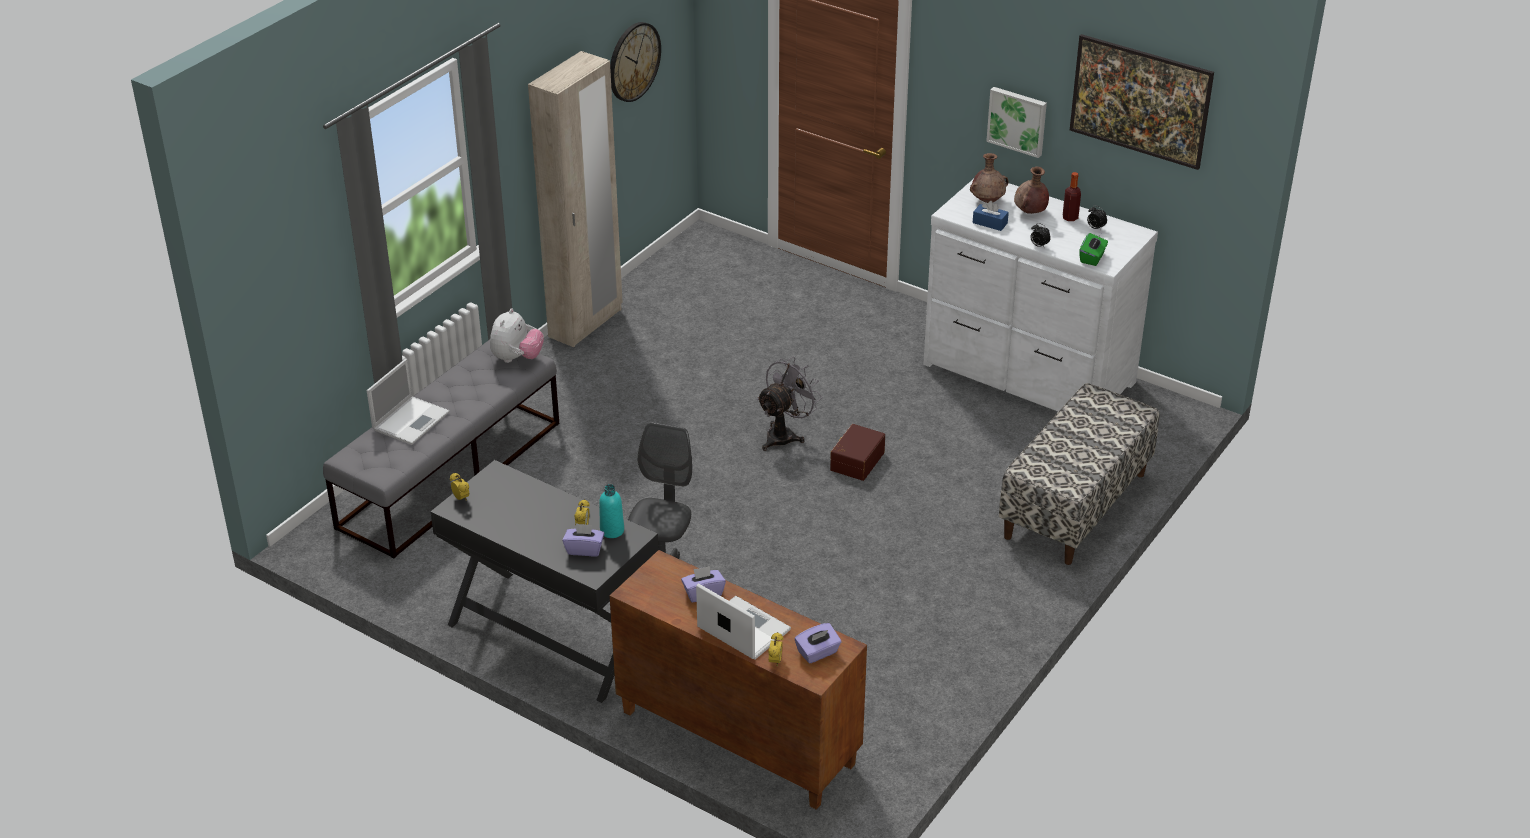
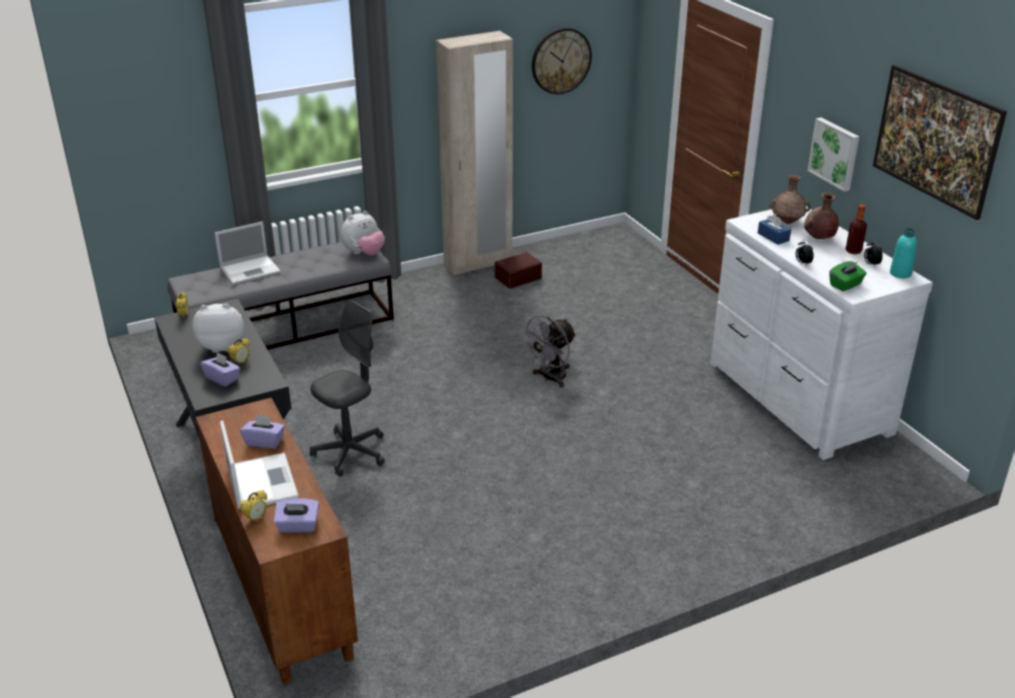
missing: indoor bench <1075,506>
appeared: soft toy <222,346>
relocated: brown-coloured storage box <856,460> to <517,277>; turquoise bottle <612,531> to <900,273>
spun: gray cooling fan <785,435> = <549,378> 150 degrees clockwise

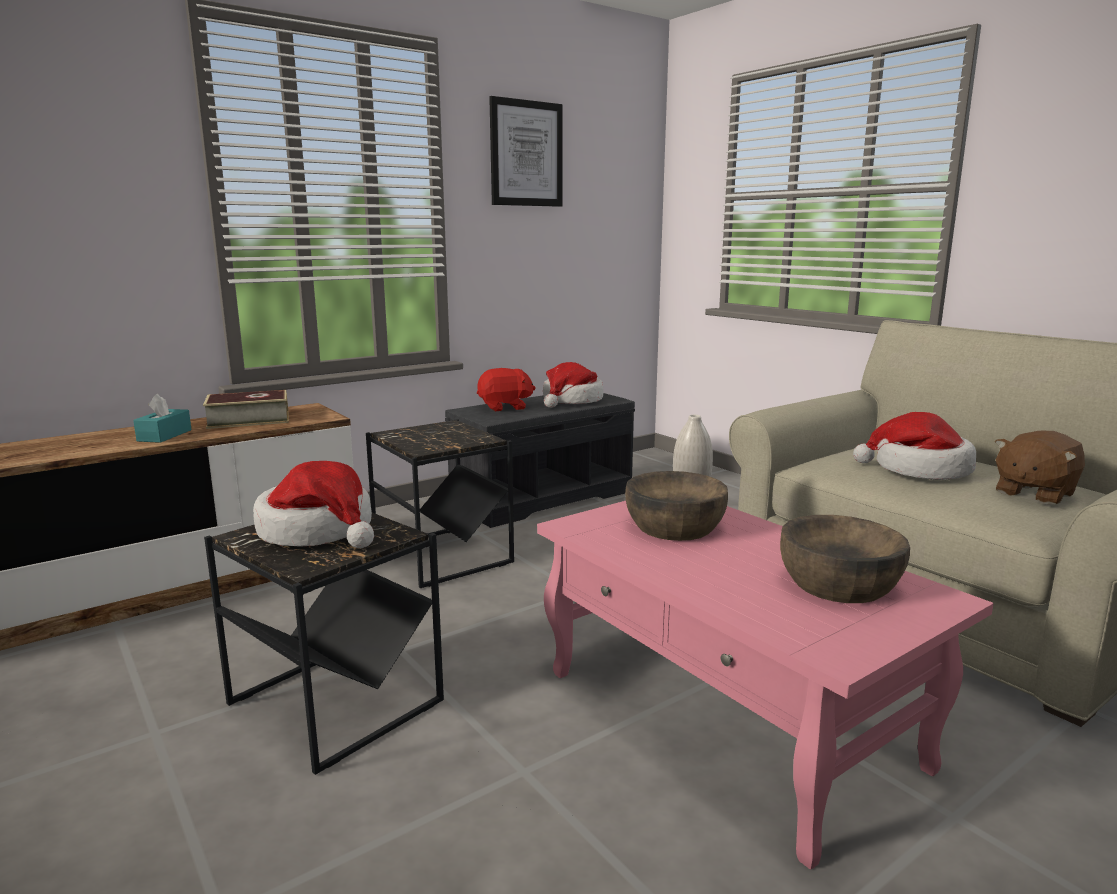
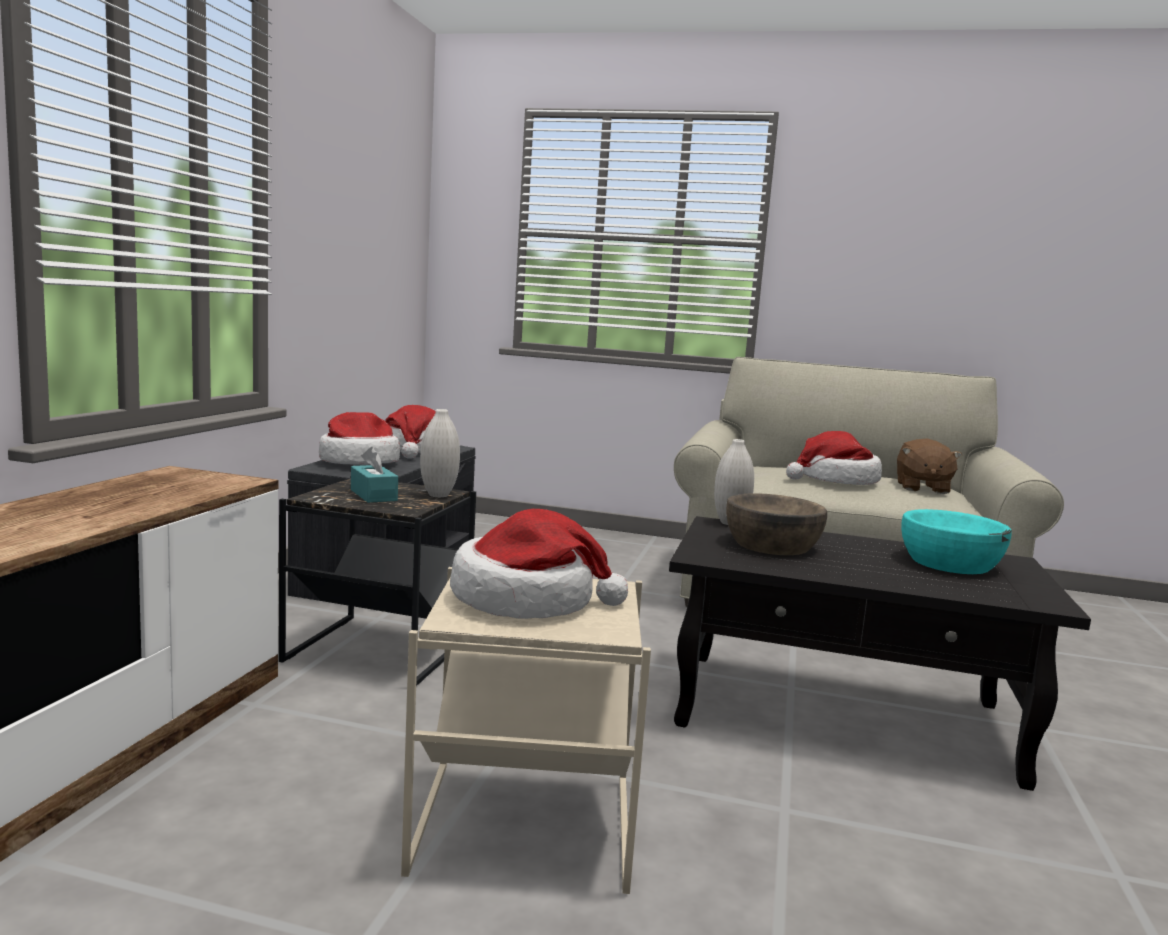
missing: wall picture <526,154>; volume <249,419>
appeared: whitish flower vase <438,495>
relocated: turquoise box of tissues <164,435> to <373,495>
exchanged: red soft toy <505,407> to wearable hat <358,461>
colour: pink low table <729,719> to black low table <845,715>; black side table <336,702> to sand-coloured side table <522,824>; brown-coloured deep dish <839,583> to turquoise deep dish <950,563>

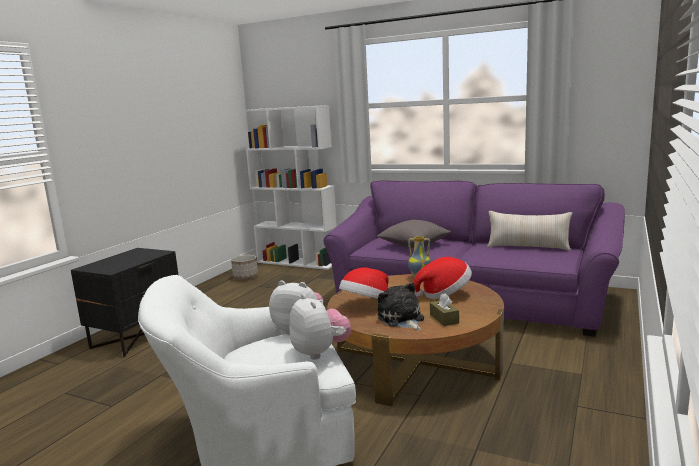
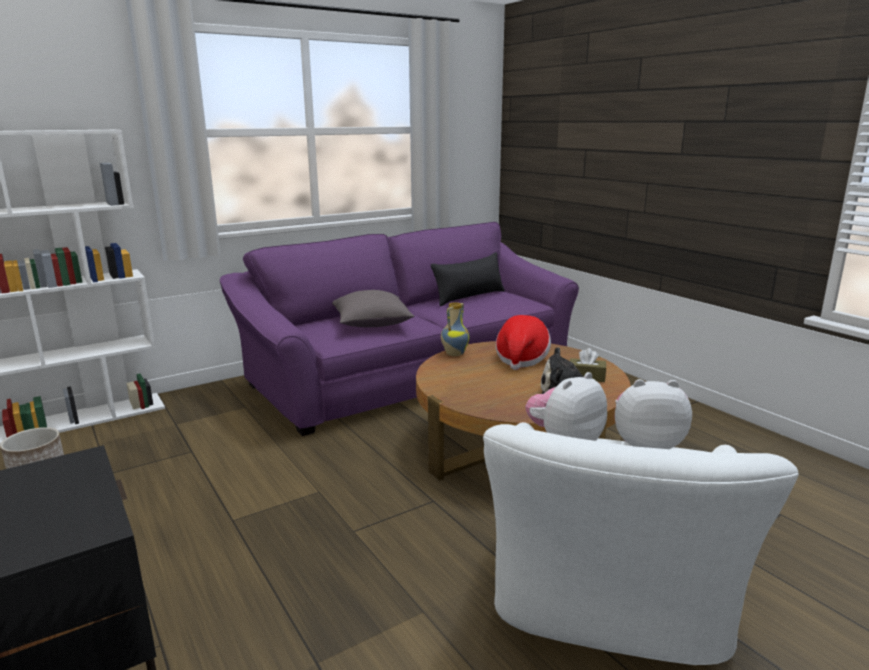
missing: wearable hat <366,305>
colour: sand-coloured pillow <528,247> to black pillow <469,297>

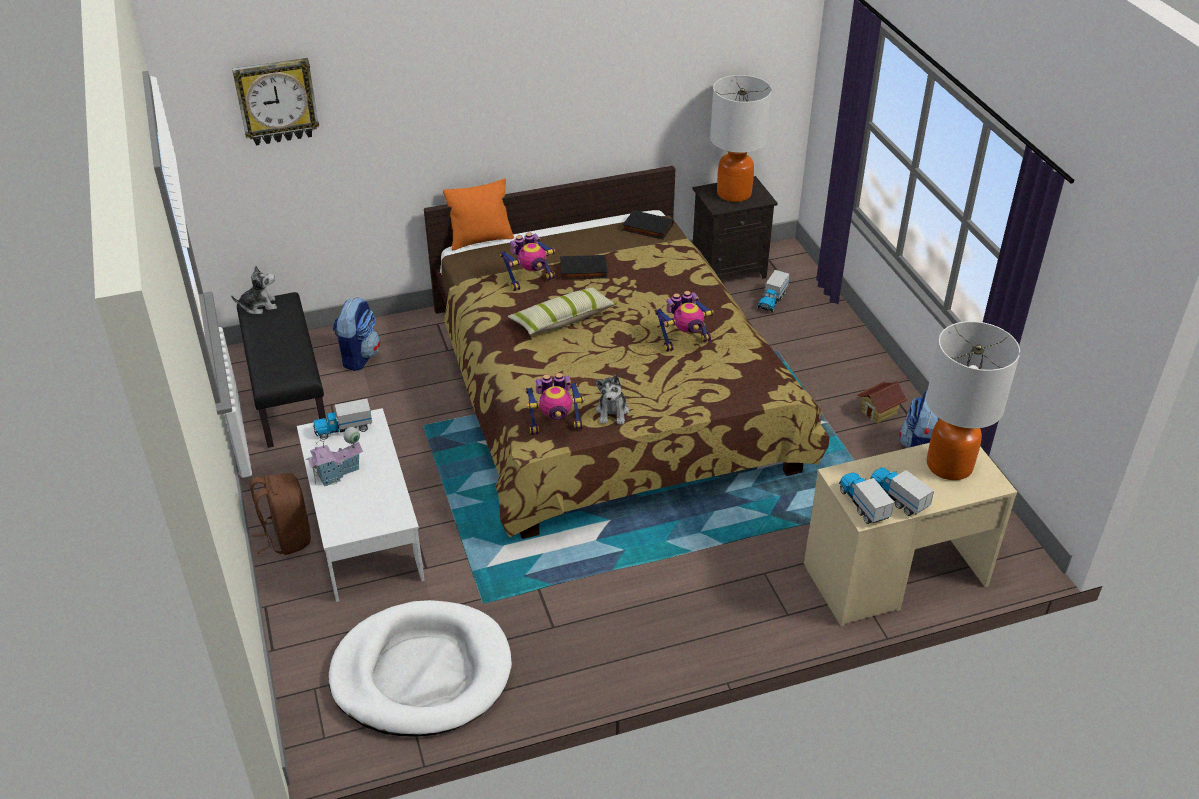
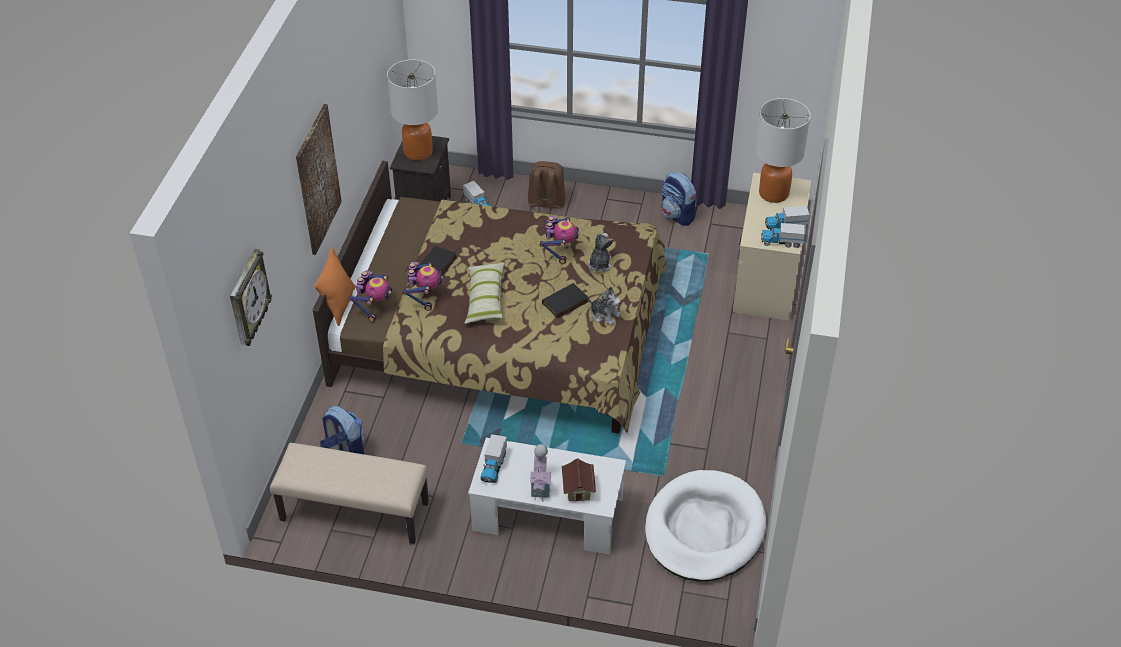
appeared: wall picture <317,180>
relocated: black volume <647,228> to <566,303>; soft toy <259,306> to <599,264>; model robot <555,425> to <374,307>; toy house <879,412> to <578,490>; brown-coloured backpack <286,537> to <546,204>
colour: black indoor bench <286,393> to sand-coloured indoor bench <354,512>

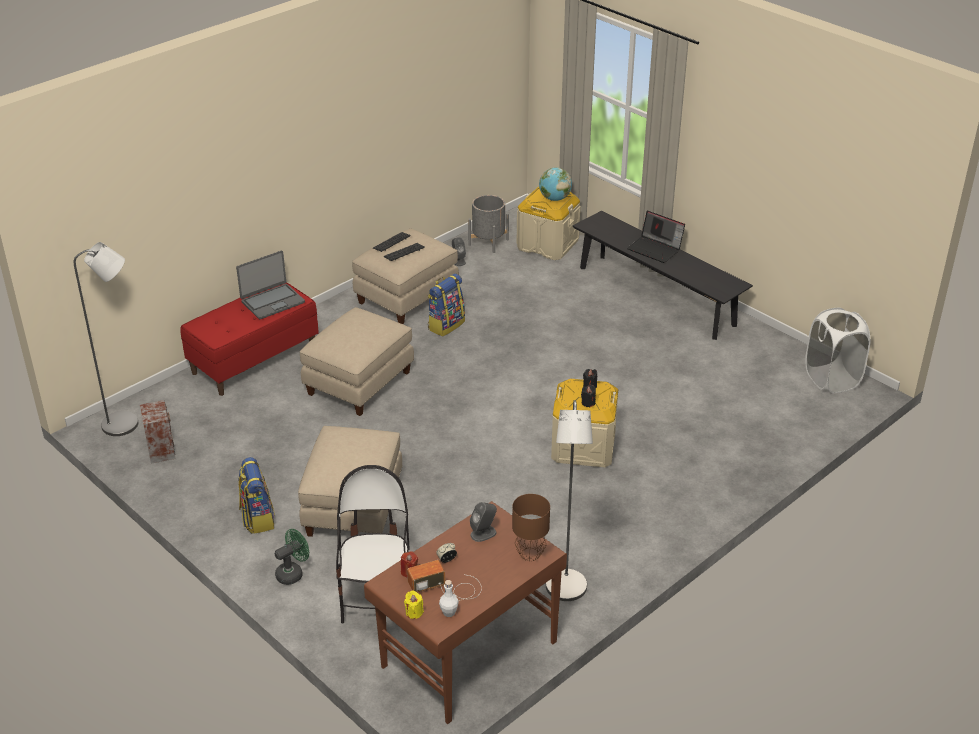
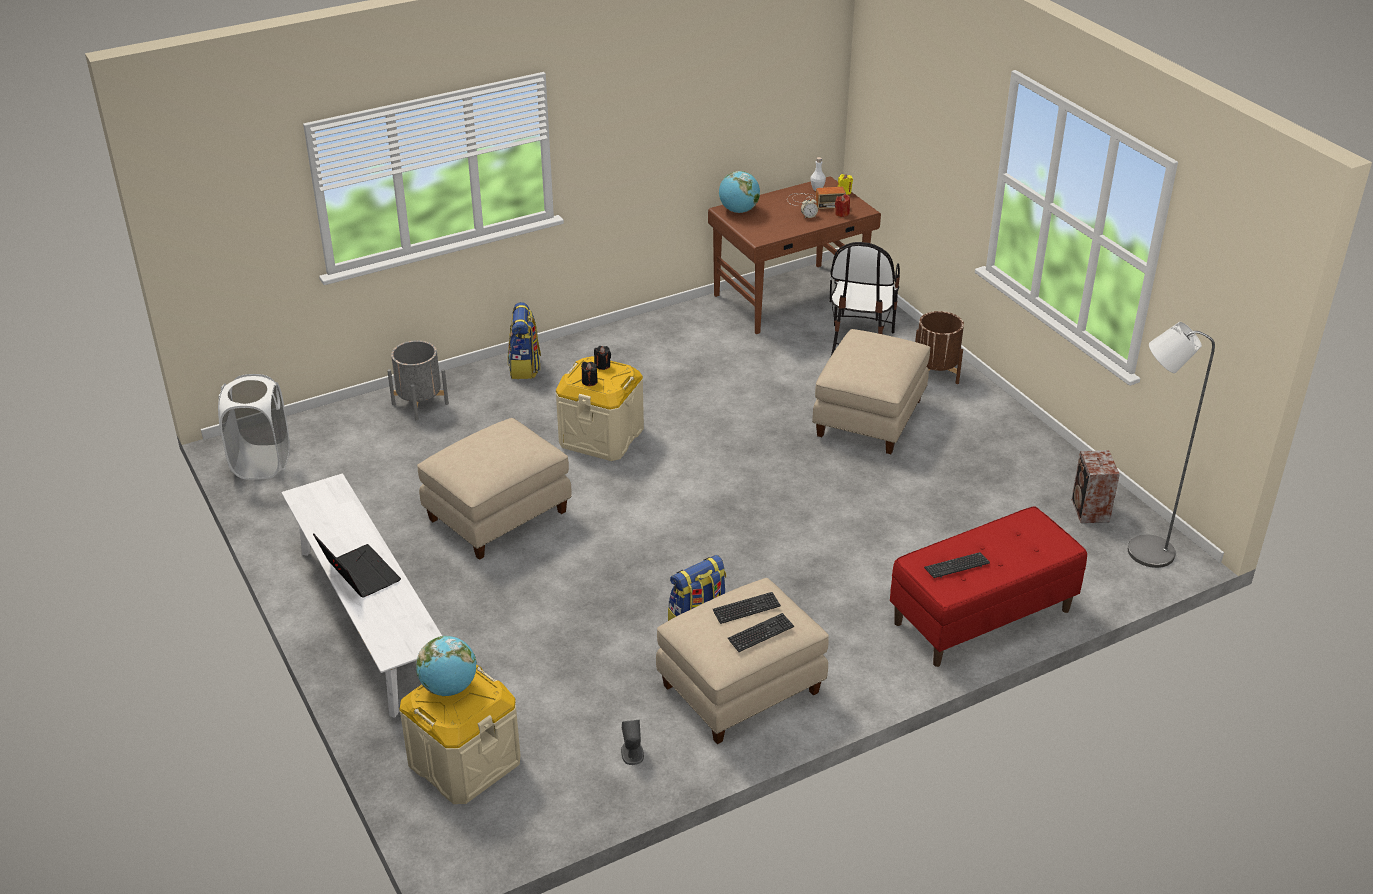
missing: gray floor lamp <566,592>; gray speaker <483,533>
relocated: gray flower pot <488,242> to <420,404>; sand-coloured pouffe <358,382> to <498,516>; backpack <257,518> to <525,367>
exchanged: portable computer <272,302> to computer keyboard <956,566>; brown-coloured tabletop lamp <530,554> to desk globe <738,211>; green cooling fan <293,573> to brown-coloured flower pot <935,373>
colour: black indoor bench <656,296> to whitish indoor bench <369,621>

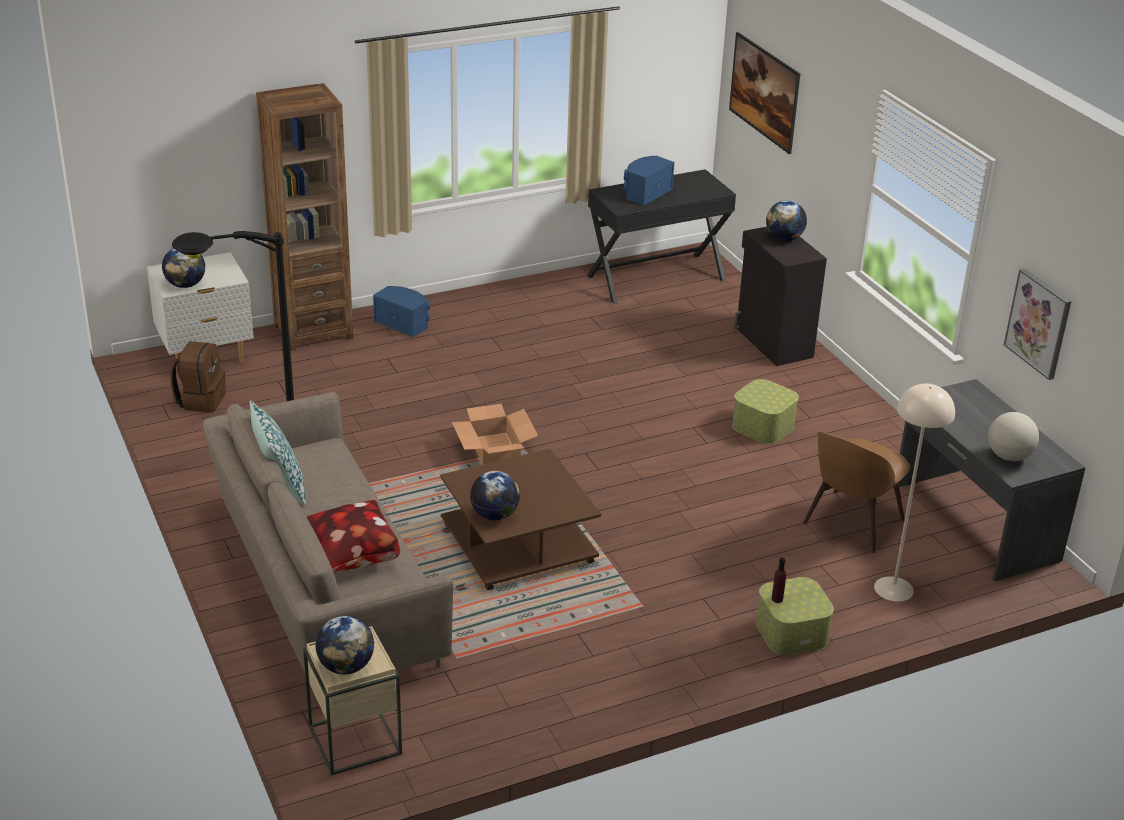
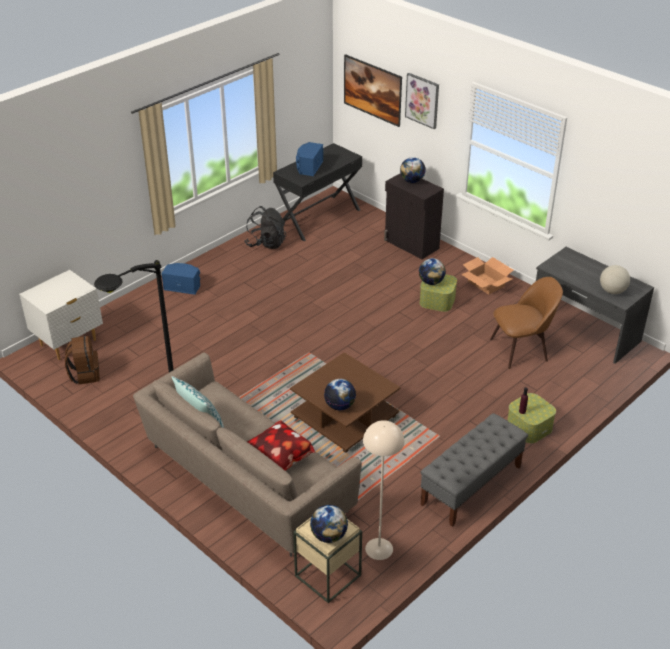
missing: brown-coloured bookshelf <313,331>
appeared: black backpack <266,243>; gray indoor bench <471,486>
relocated: desk globe <185,285> to <431,282>; wall picture <1038,323> to <422,100>; sand-coloured floor lamp <893,589> to <379,549>; packing box <494,449> to <486,283>
spun: brown-coloured upright chair <851,523> = <521,349> 120 degrees counterclockwise

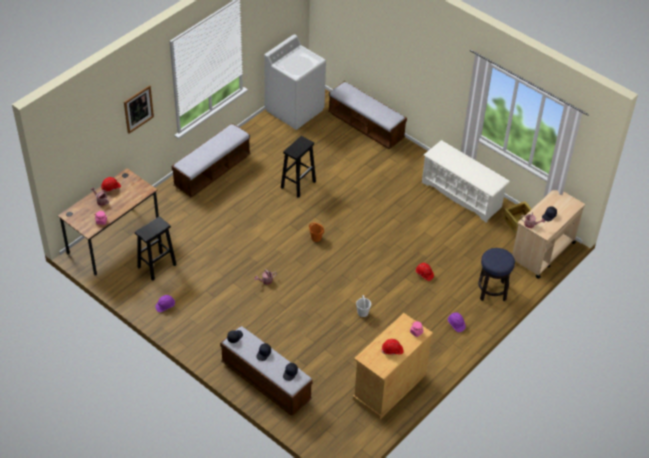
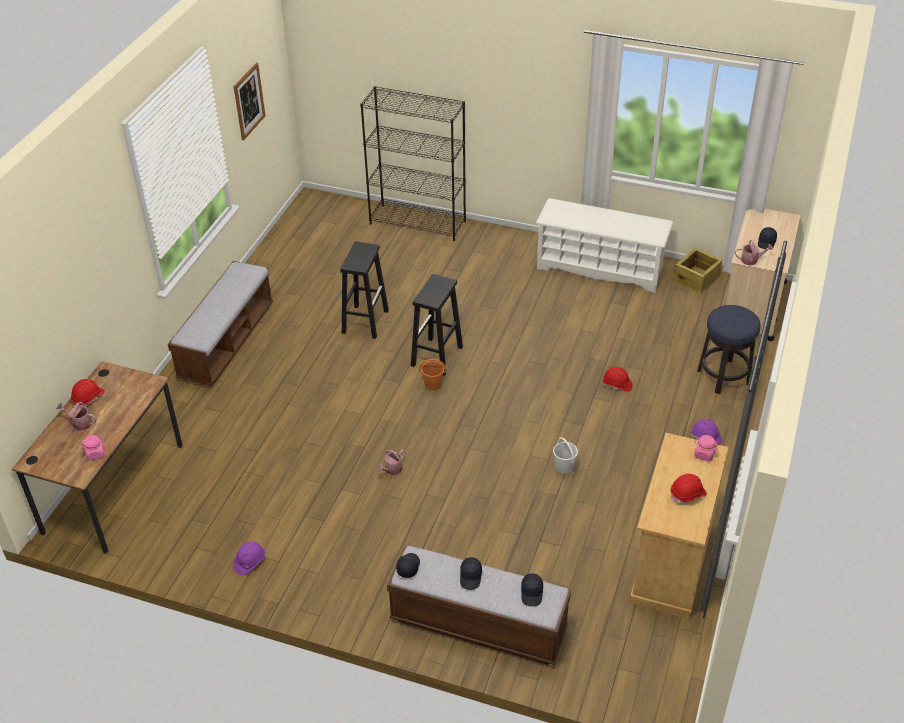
missing: whitish laundry machine <295,110>
relocated: wall picture <138,109> to <249,101>; black stool <156,266> to <436,357>
exchanged: indoor bench <366,126> to black bookshelf <418,222>

